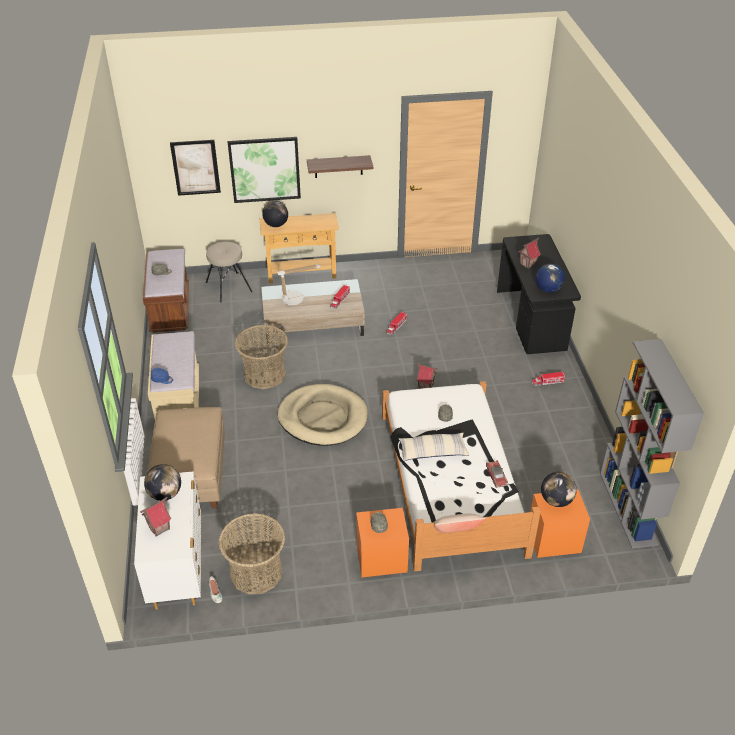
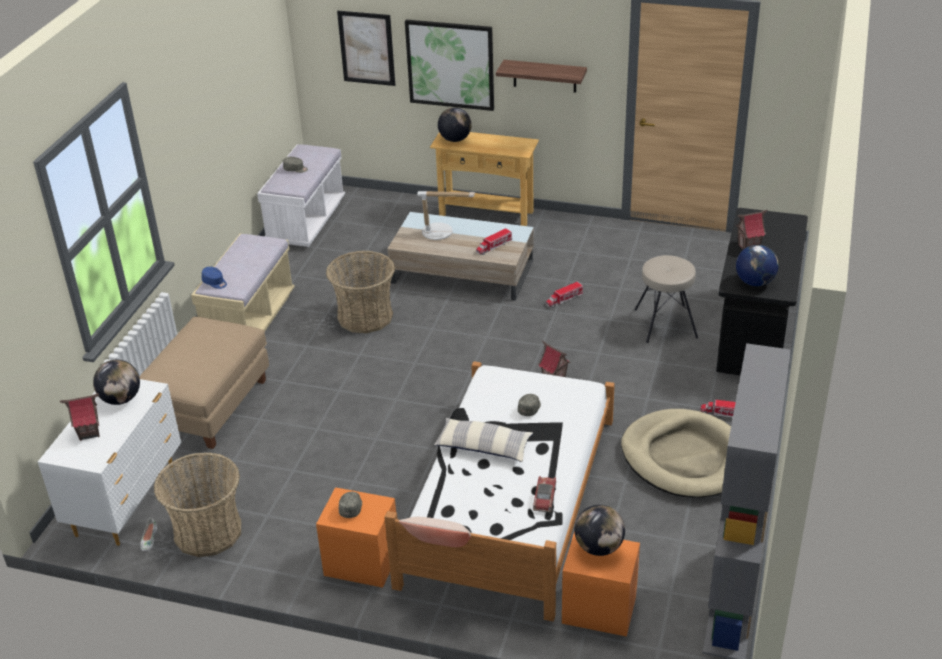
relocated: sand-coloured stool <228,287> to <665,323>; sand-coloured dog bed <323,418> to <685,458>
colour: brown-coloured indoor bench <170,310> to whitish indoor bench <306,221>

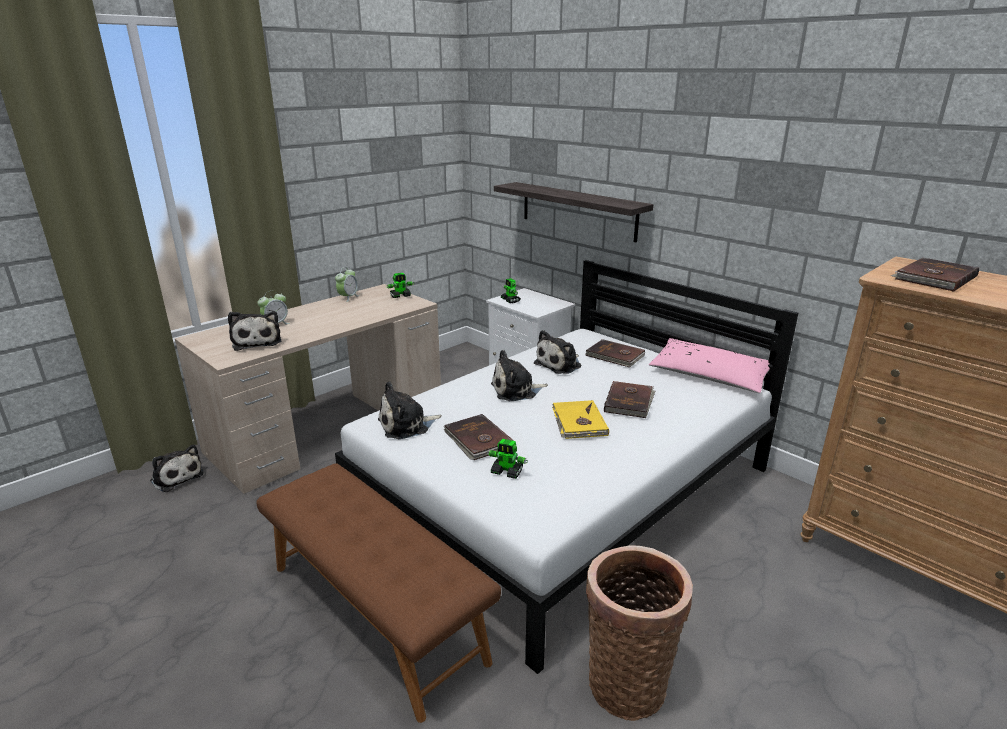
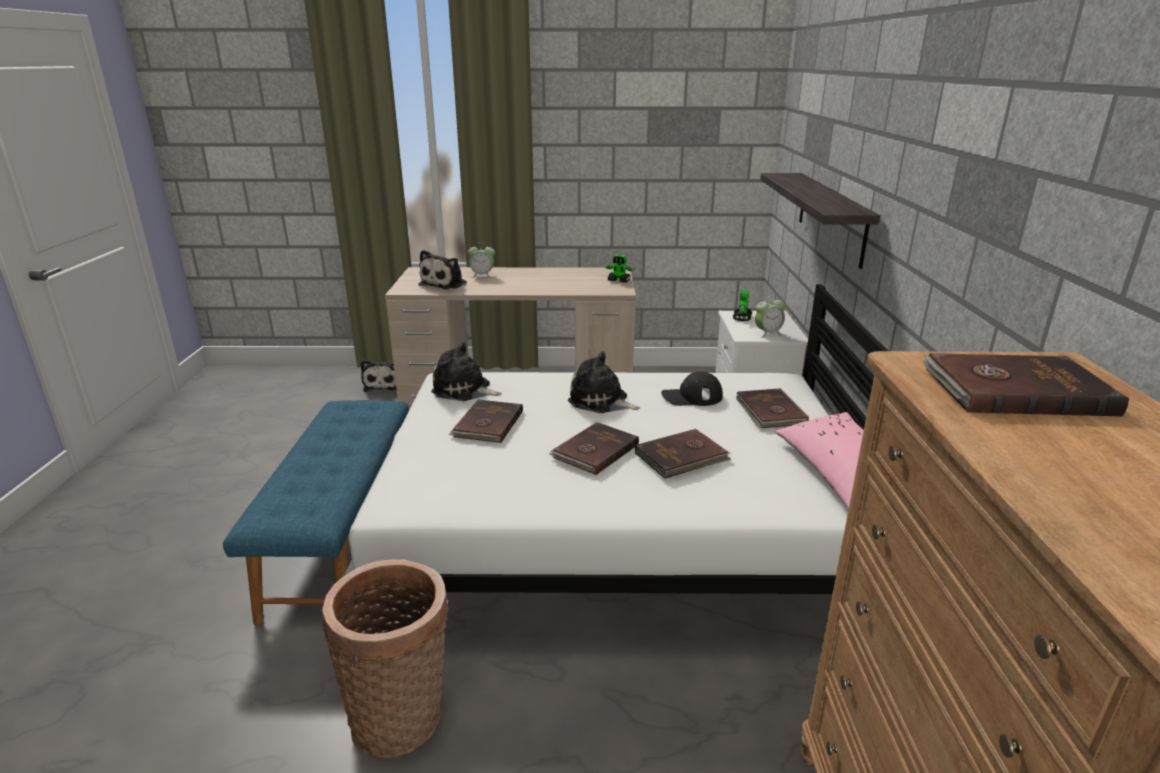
missing: model robot <507,472>
relocated: table clock <348,297> to <768,333>
exchanged: soft toy <560,364> to black peaked cap <691,397>
colour: yellow volume <578,422> to brown-coloured volume <594,451>; brown-coloured indoor bench <377,611> to blue indoor bench <345,537>

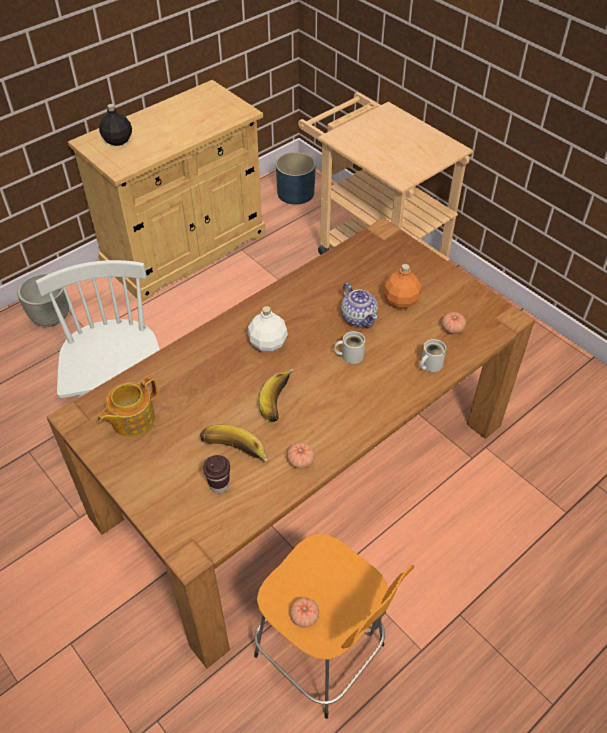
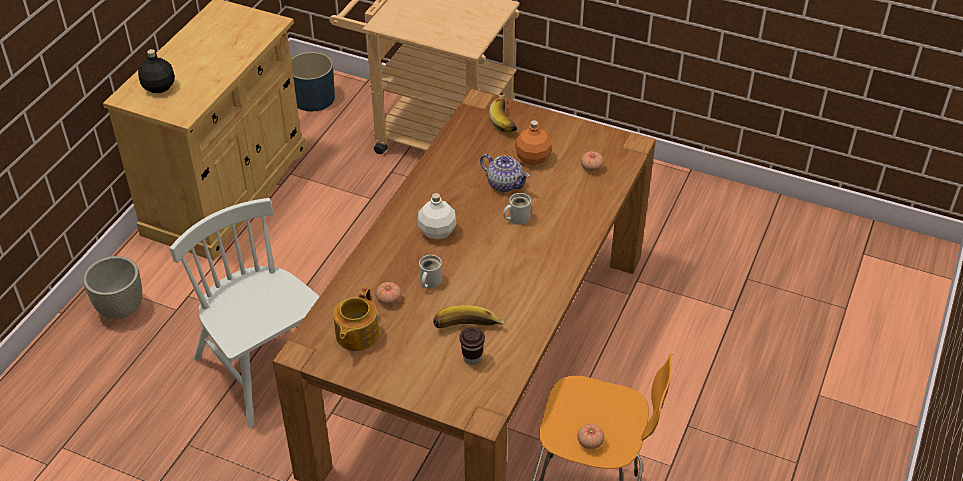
relocated: whitish mug <429,364> to <429,281>; banana <280,402> to <507,121>; fresh tomato <300,461> to <388,300>

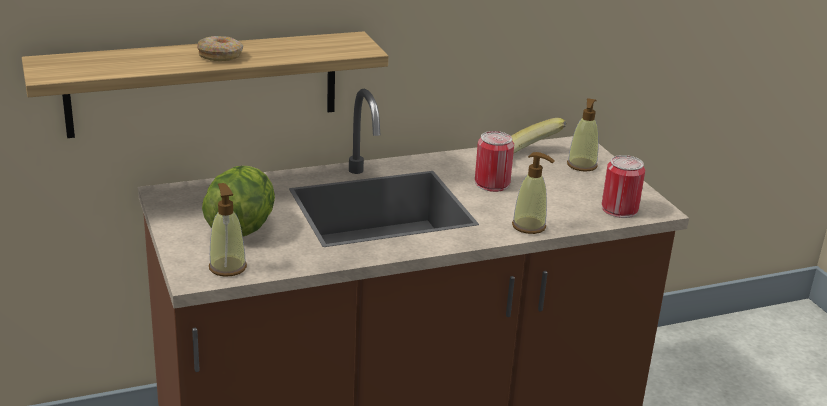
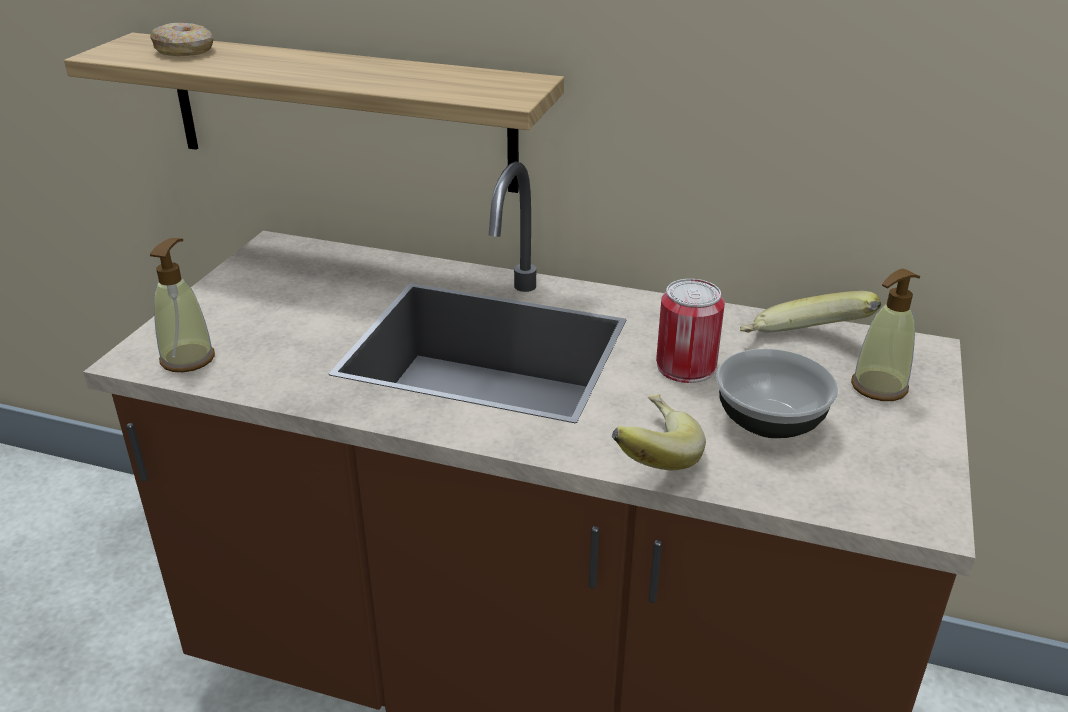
missing: metal can <619,209>; head of lettuce <241,227>
appeared: deep dish <769,421>
relocated: doughnut <220,56> to <185,50>
exchanged: liquid soap bottle <529,226> to banana <648,456>

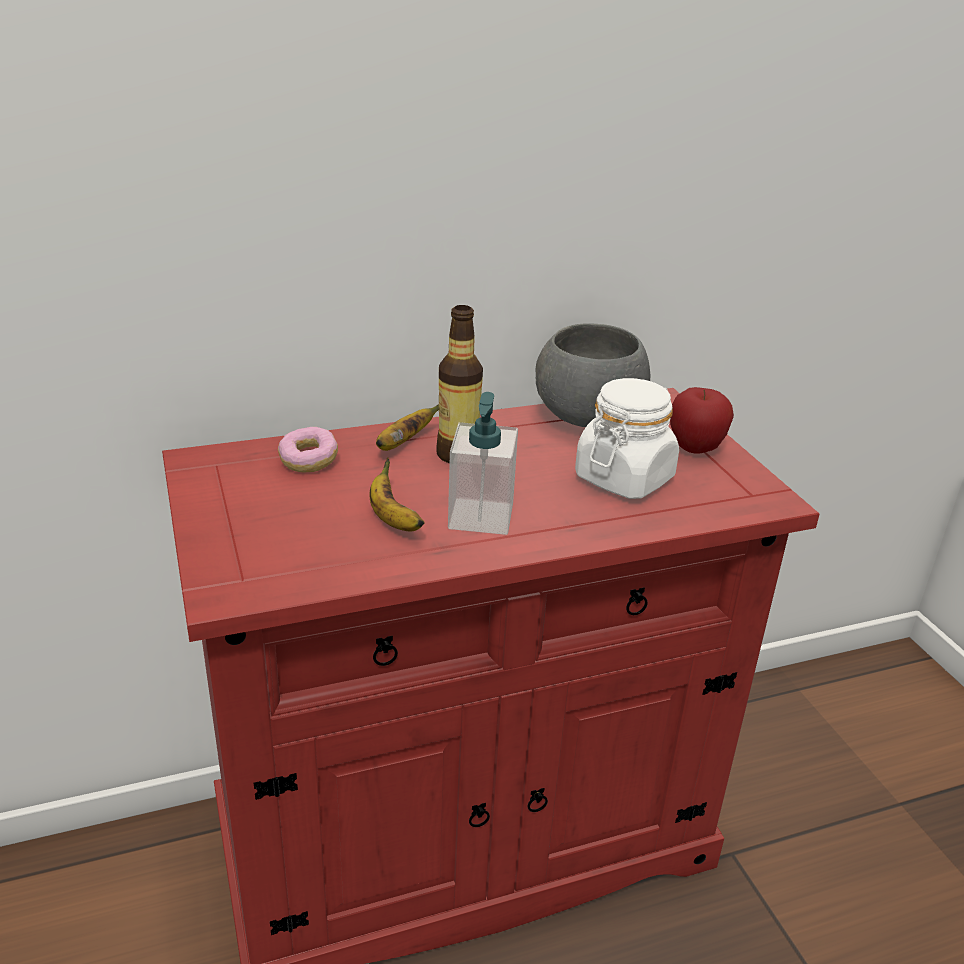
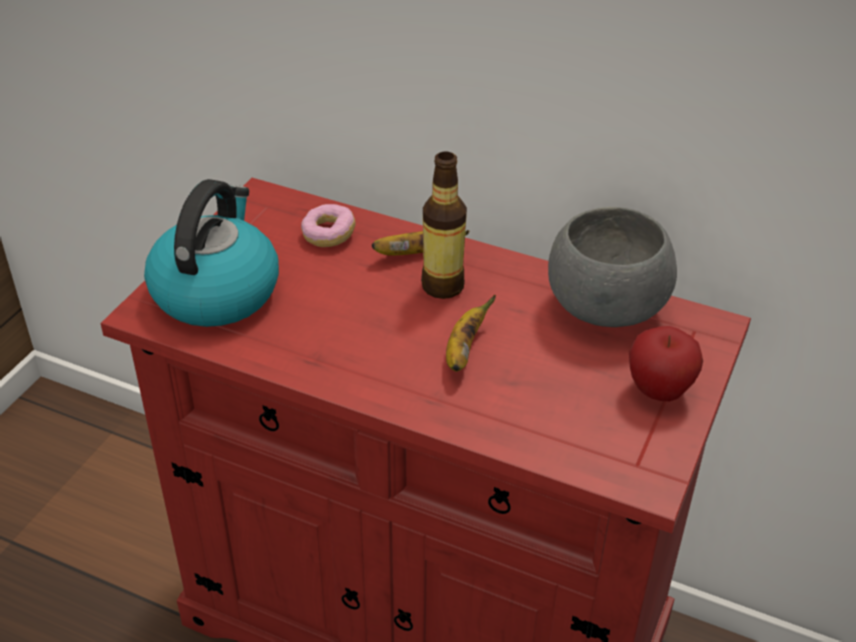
missing: whitish storage jar <624,478>; liquid soap bottle <481,516>
appeared: tea kettle <216,291>
relocated: banana <392,519> to <463,351>

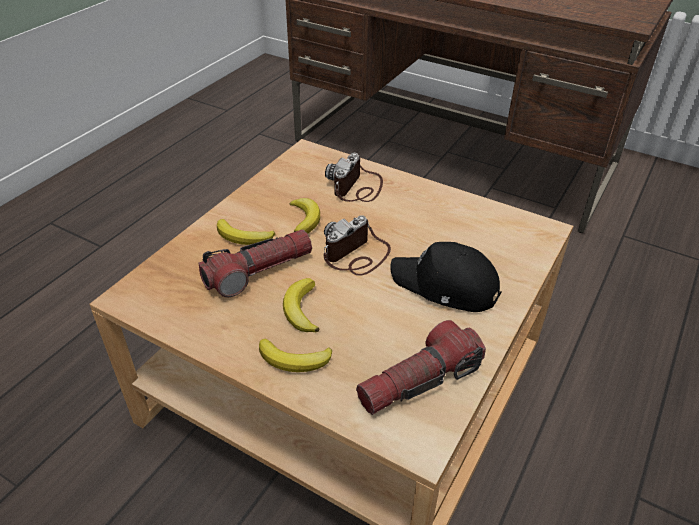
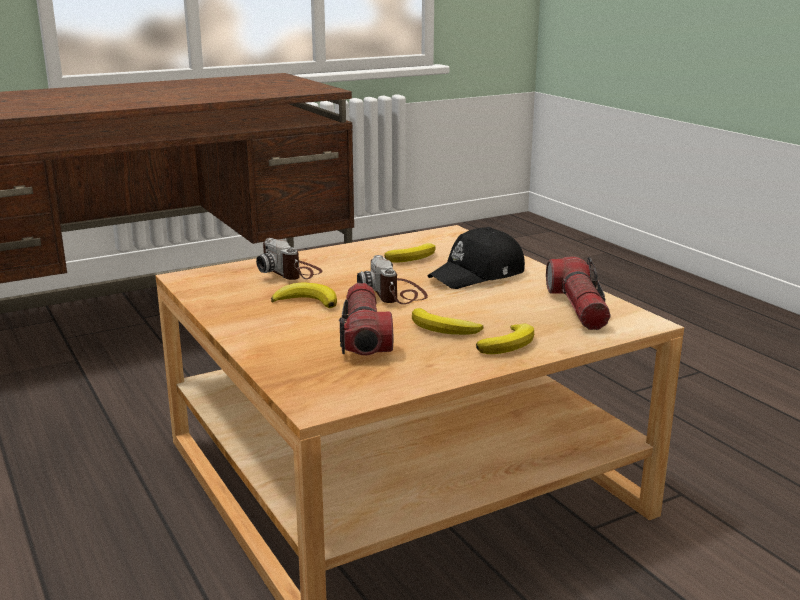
relocated: banana <244,237> to <413,257>

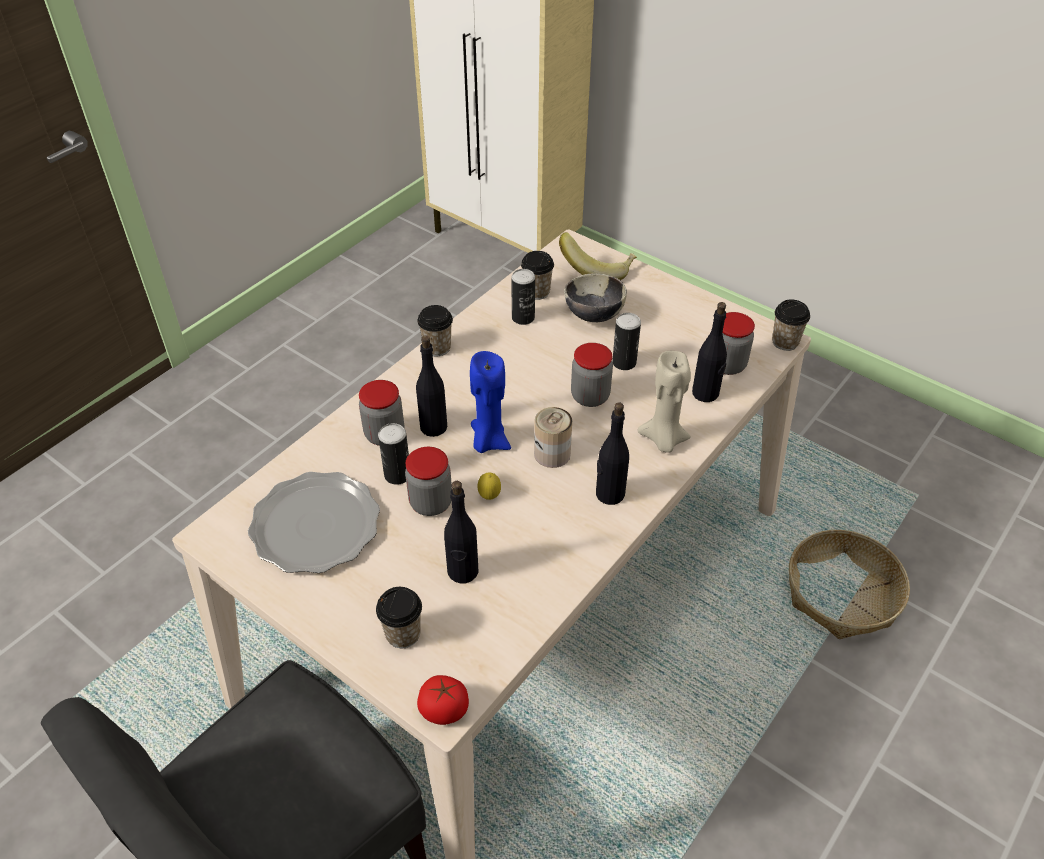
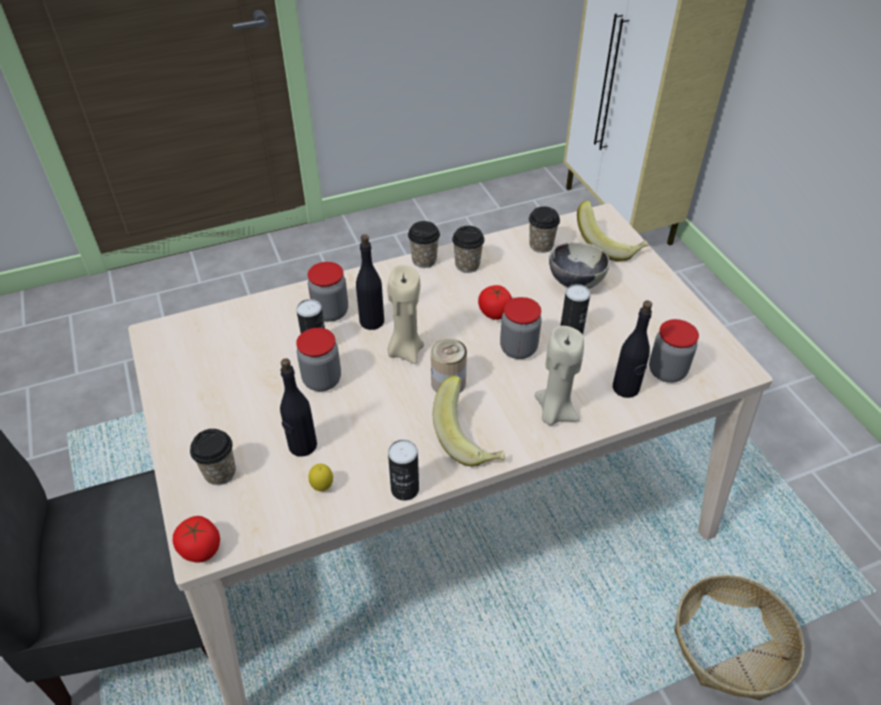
missing: plate <315,526>
appeared: fresh tomato <495,312>
relocated: metal can <523,317> to <405,489>; small cup <785,342> to <467,265>; whole lemon <489,497> to <322,487>
exchanged: black bottle <609,494> to banana <470,438>
colour: blue wax candle <488,441> to sand-coloured wax candle <405,351>

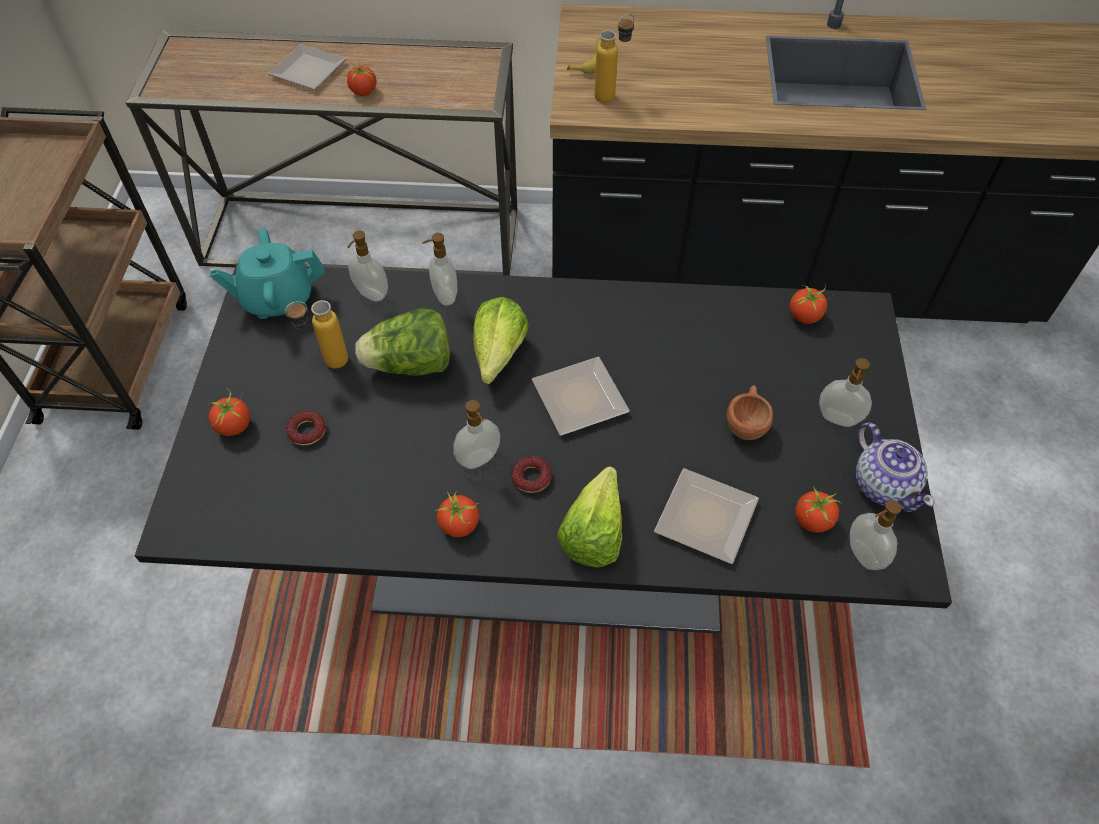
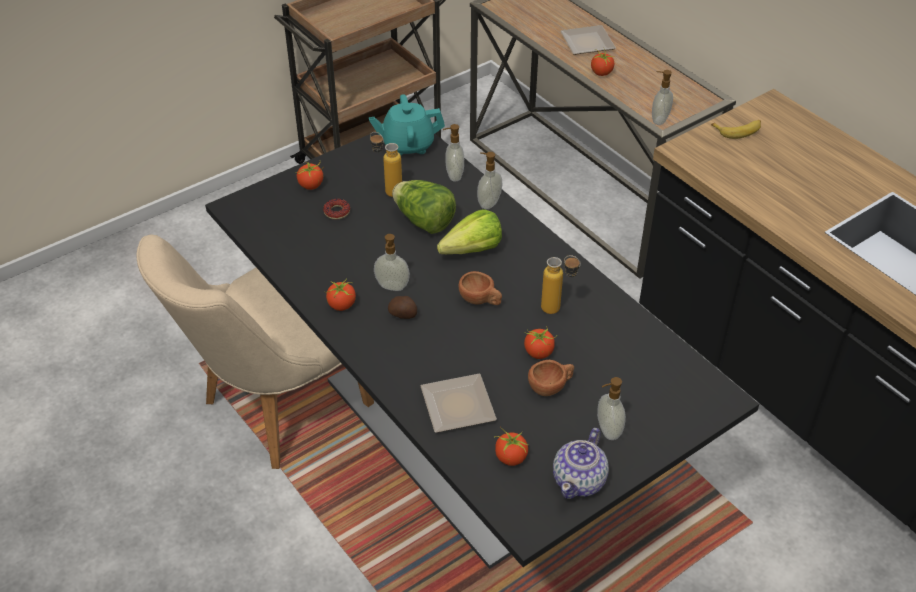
missing: head of lettuce <598,527>
appeared: sand-coloured upright chair <273,411>
relocated: bottle <612,94> to <558,310>; fresh tomato <804,316> to <539,352>; liquid soap bottle <862,555> to <659,120>
exchanged: plate <576,398> to brown-coloured small cup <480,300>; doughnut <531,477> to whole potato <403,315>
spun: turquoise pot for tea <278,299> = <407,145> 45 degrees counterclockwise

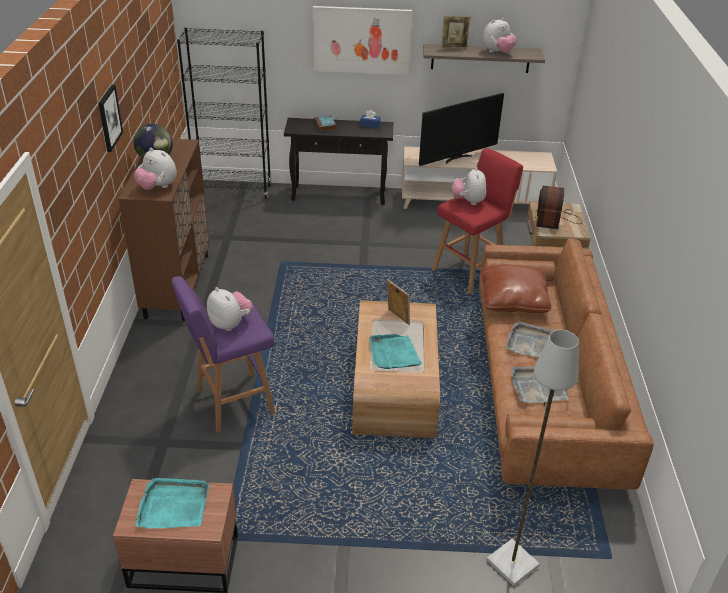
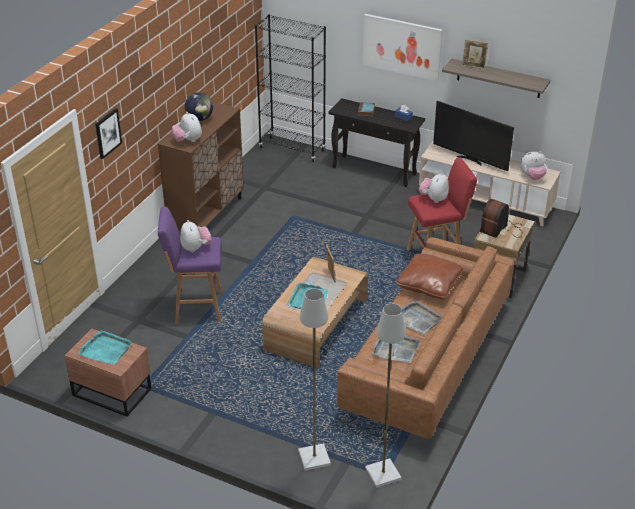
appeared: gray floor lamp <383,473>
relocated: soft toy <497,52> to <532,177>; wall picture <109,118> to <107,133>
spun: TV set <457,158> = <470,160> 45 degrees clockwise

